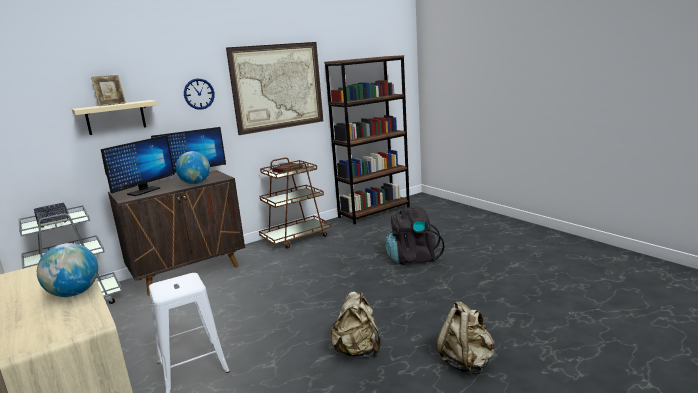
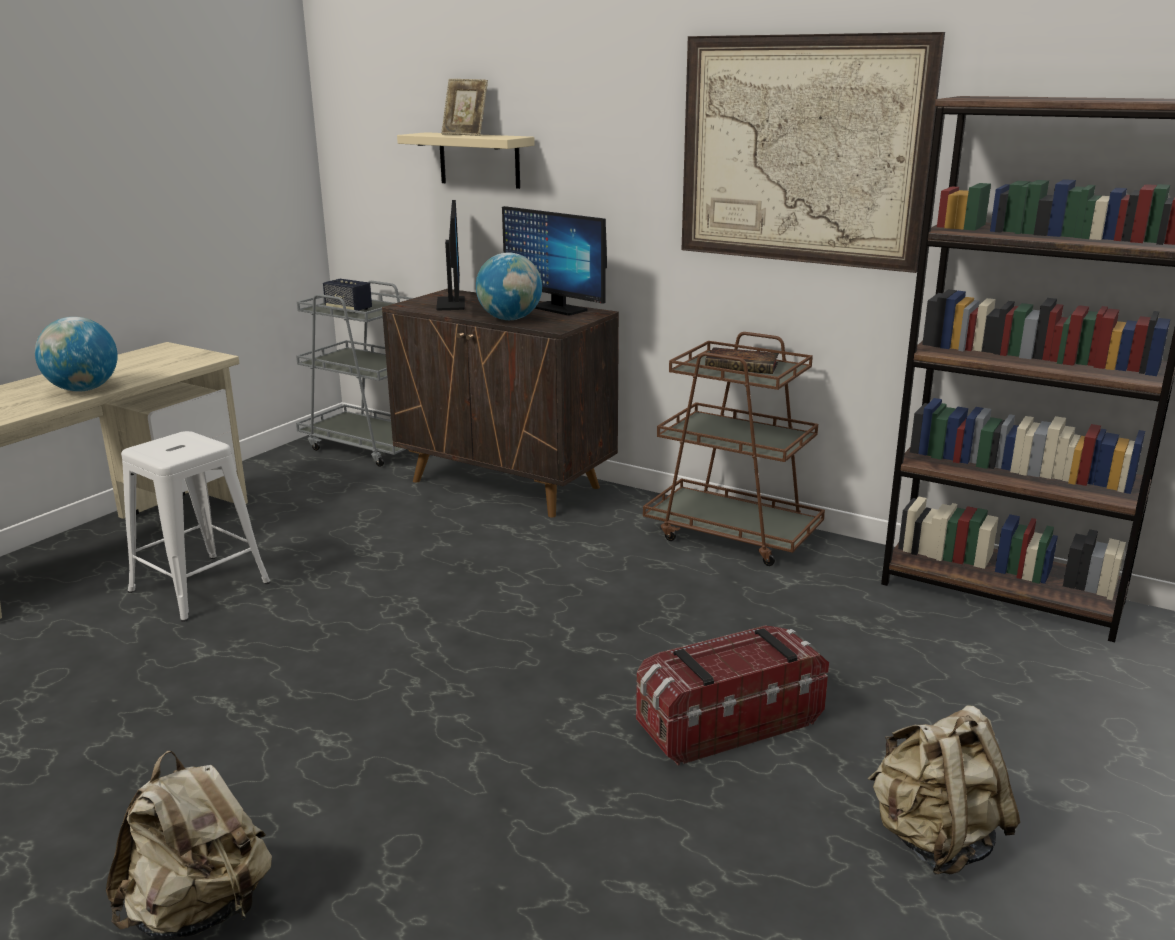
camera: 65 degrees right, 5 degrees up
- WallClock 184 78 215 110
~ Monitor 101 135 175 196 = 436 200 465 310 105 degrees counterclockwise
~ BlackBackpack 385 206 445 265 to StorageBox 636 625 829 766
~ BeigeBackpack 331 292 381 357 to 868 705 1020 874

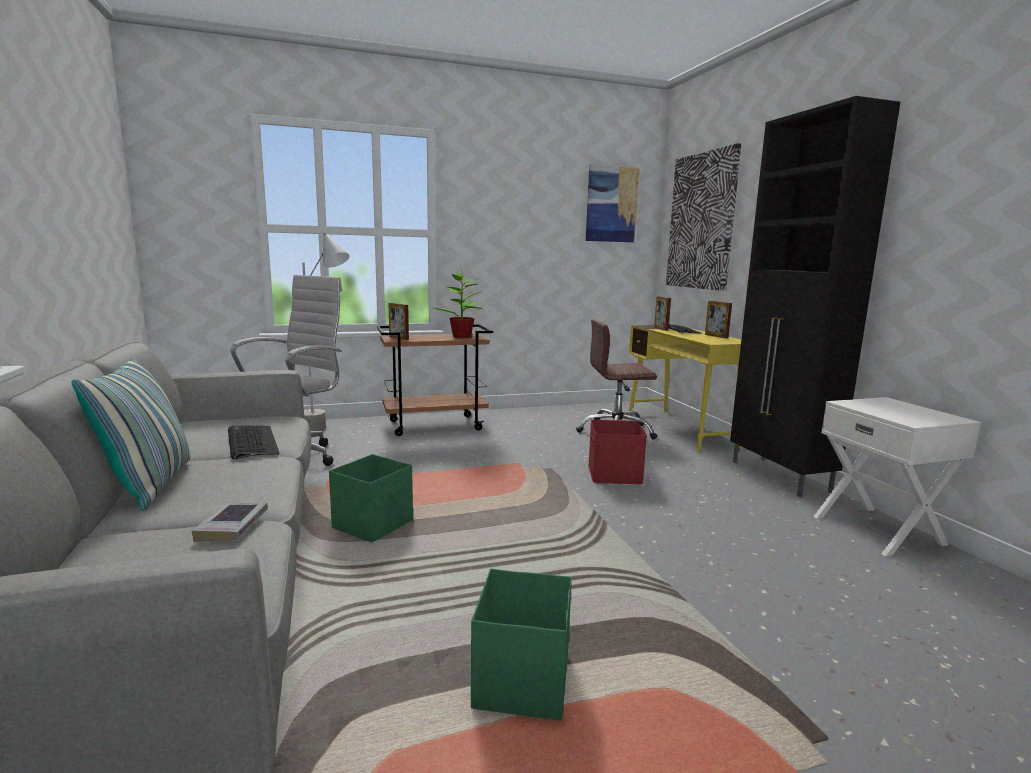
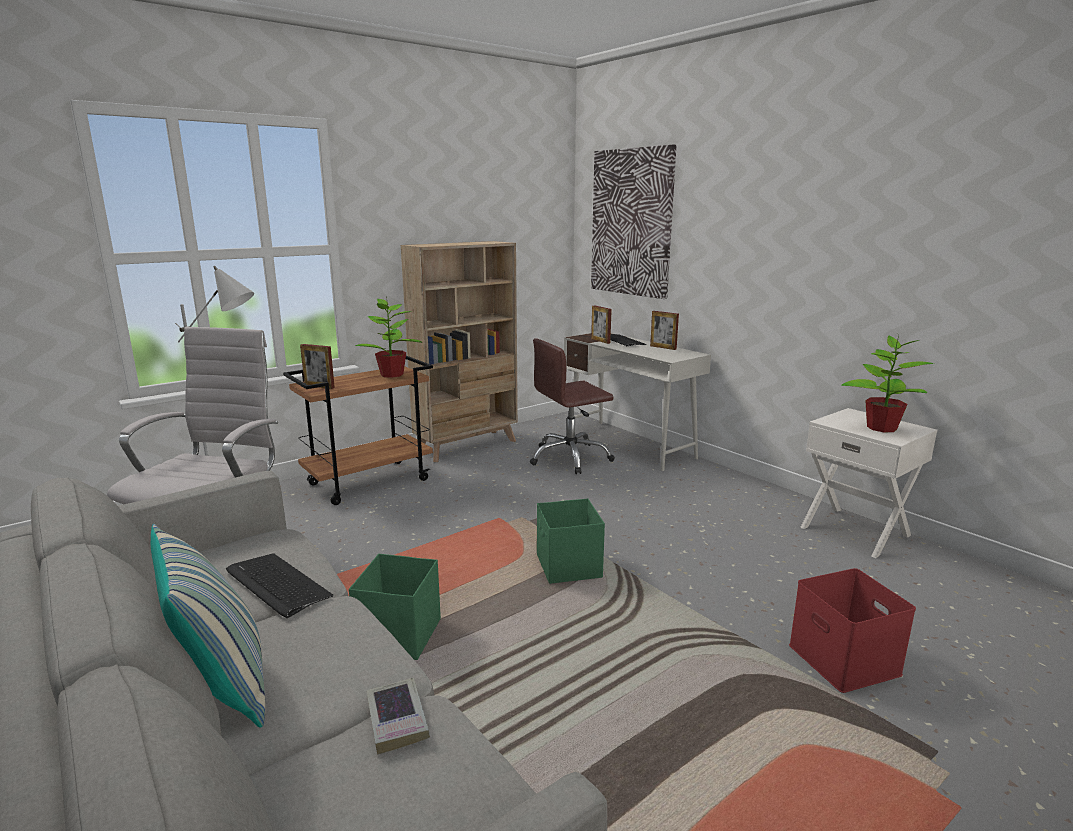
camera: 20 degrees left, 5 degrees up
- BlackCabinet 730 96 900 497
- Picture 586 164 640 242
~ YellowDesk 629 325 743 453 to WhiteDesk 564 333 711 471
~ RedStorageBox 588 420 647 485 to 789 568 916 693
~ GreenStorageBox 471 569 572 721 to 537 498 605 584
+ BeigeBookcase 401 241 518 462
+ PottedPlant 842 336 934 432

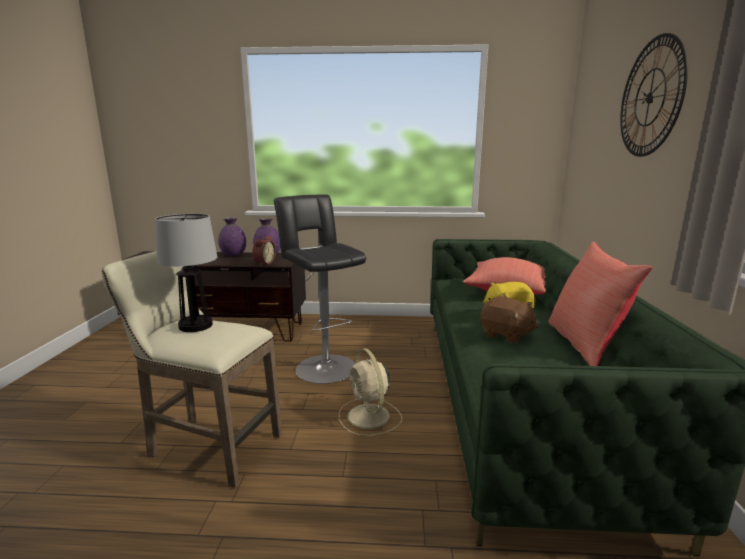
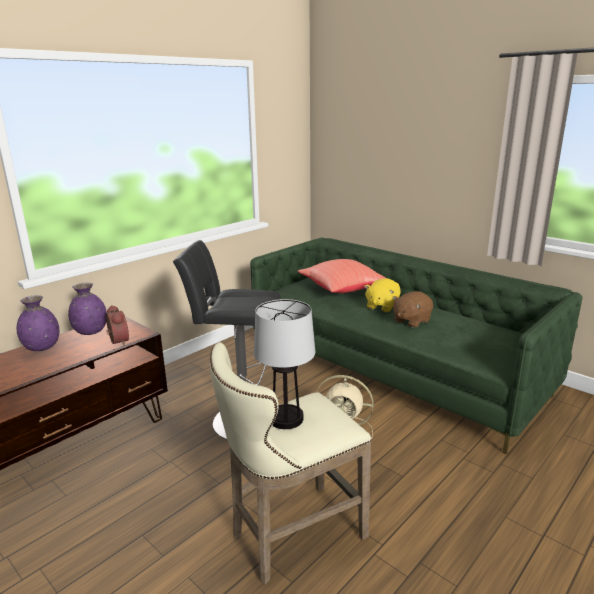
camera: 50 degrees left, 5 degrees up
- WallClock 620 33 688 157
- RedPillow 548 242 652 366
~ BrownPlushToy 480 296 539 344 = 393 291 433 328 150 degrees clockwise

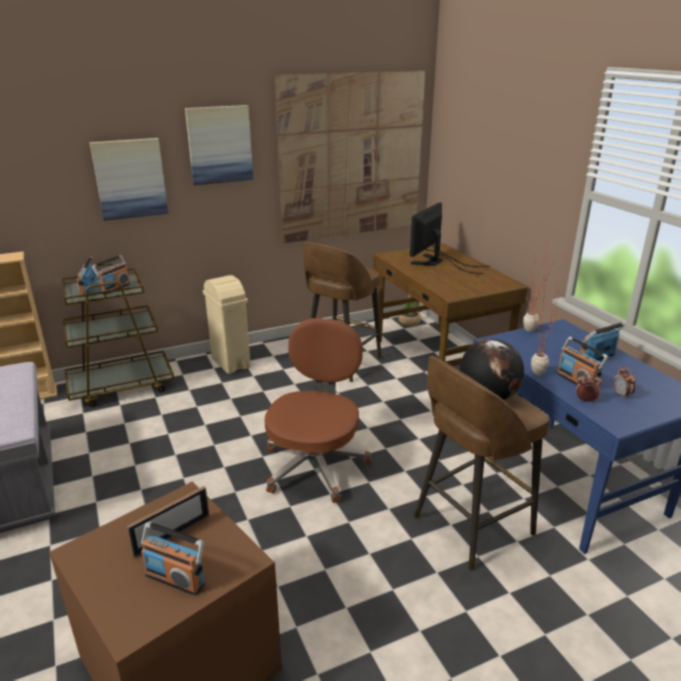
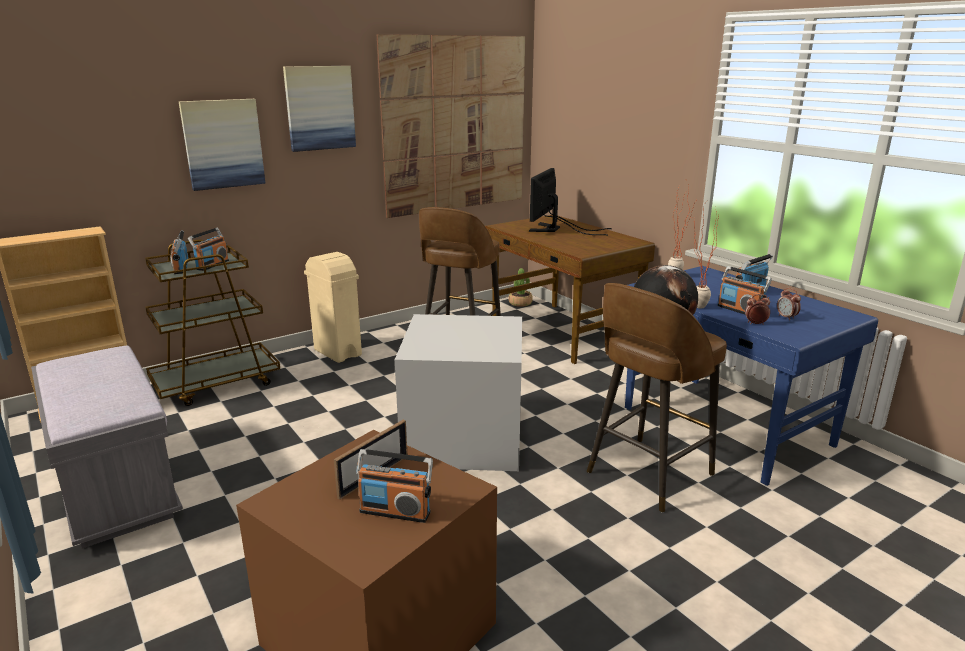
camera: 10 degrees left, 5 degrees down
~ BrownOfficeChair 265 318 372 503 to GreyStorageBox 395 314 522 471

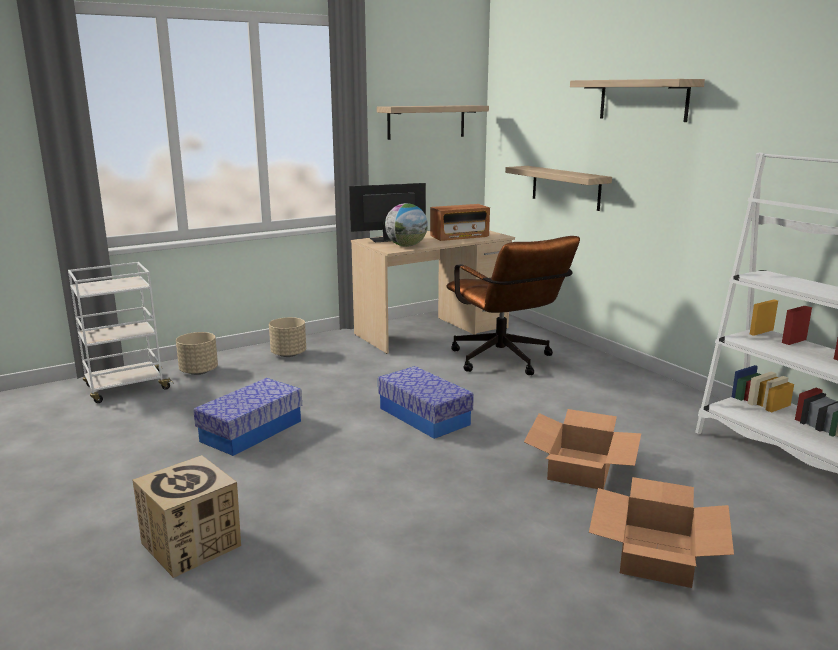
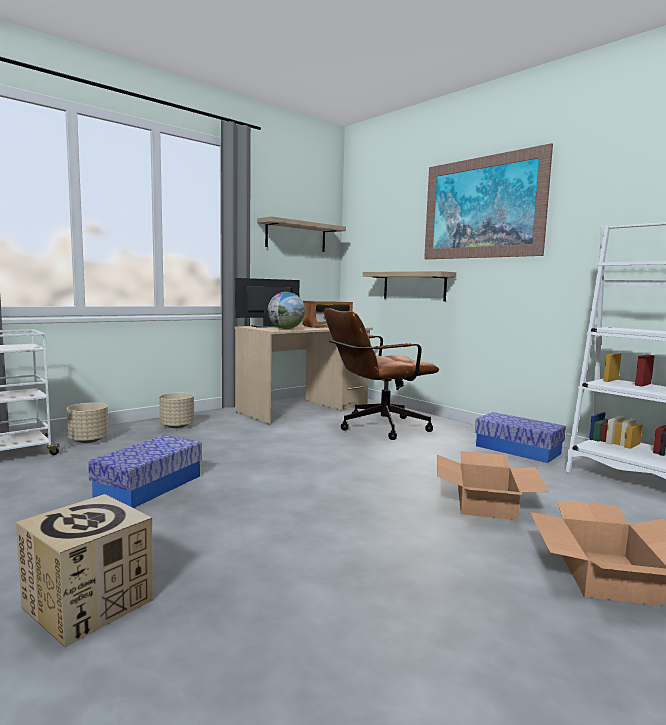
camera: 10 degrees left, 10 degrees down
~ Shelf 570 79 705 122 to Picture 424 143 553 259
~ BrownOfficeChair 446 236 580 375 = 324 308 439 440 105 degrees clockwise
~ StorageBox 378 366 474 439 to 475 412 566 463

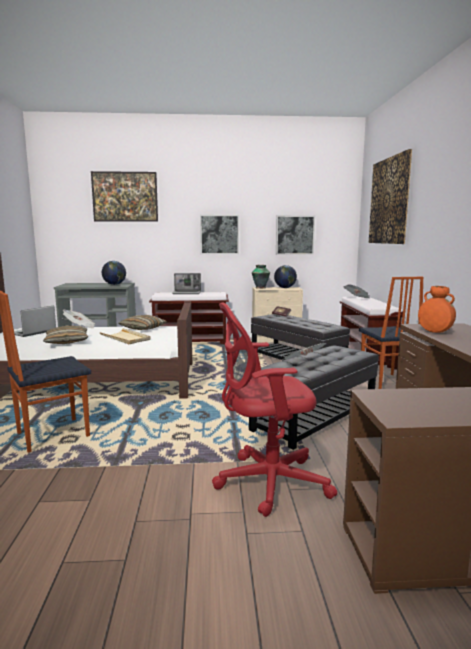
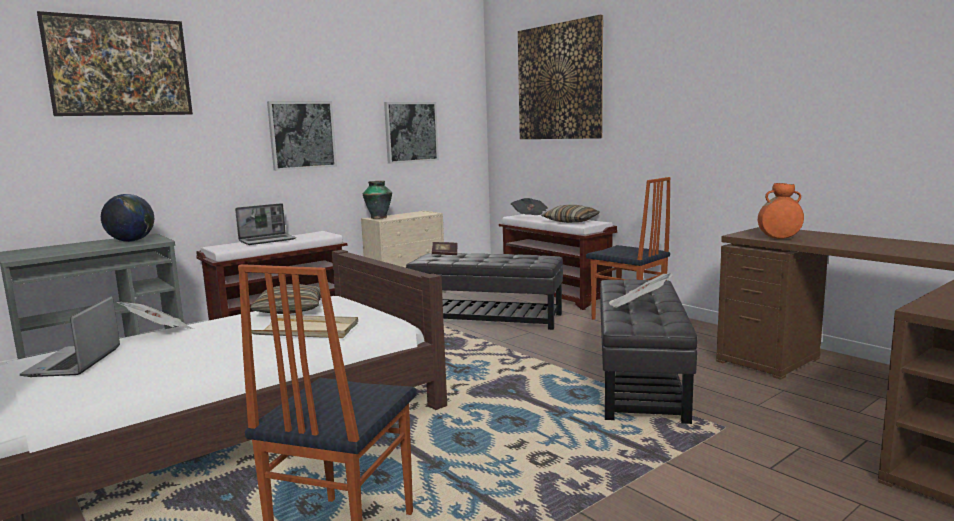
camera: 35 degrees left, 0 degrees up
- Globe 274 265 297 288
- RedOfficeChair 212 302 337 517
~ Pillow 43 325 88 344 to 541 205 600 223

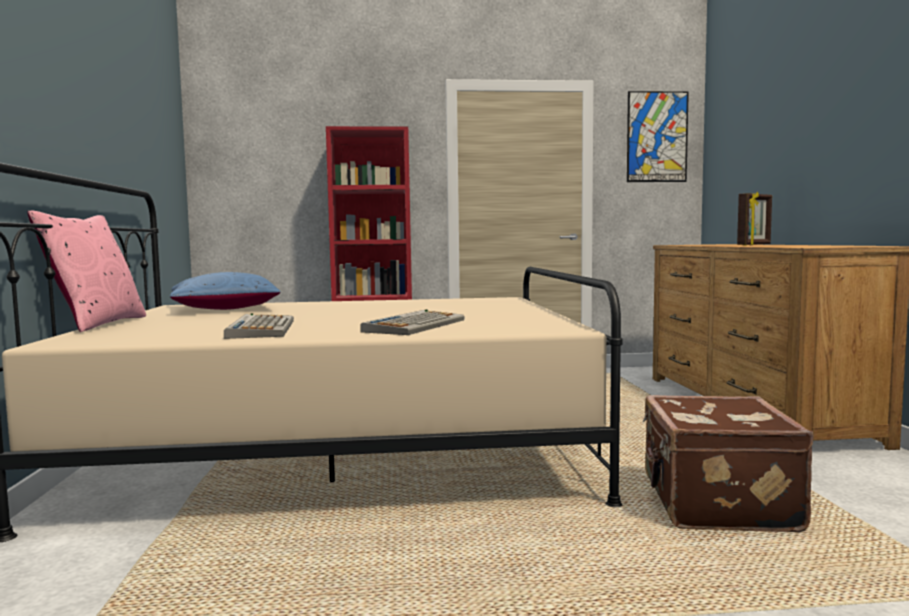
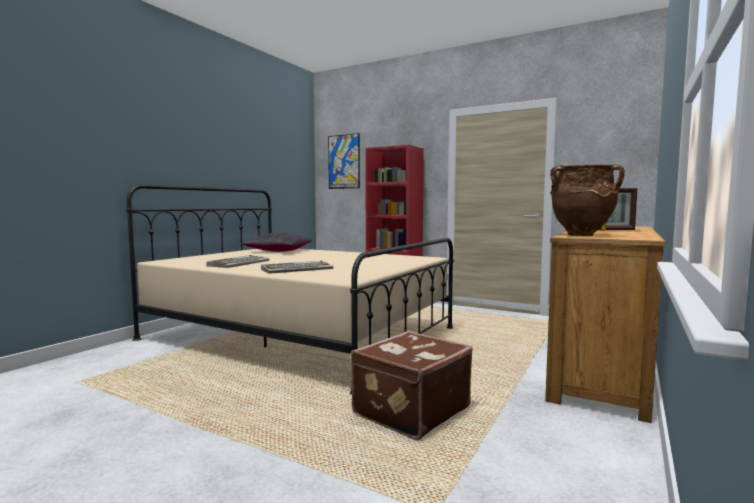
camera: 35 degrees right, 0 degrees up
~ Picture 627 91 689 182 to 328 133 360 189
- PinkPillow 27 211 146 332
~ BluePillow 170 272 281 310 to BlackPillow 242 232 312 252
+ BrownVase 550 164 625 236

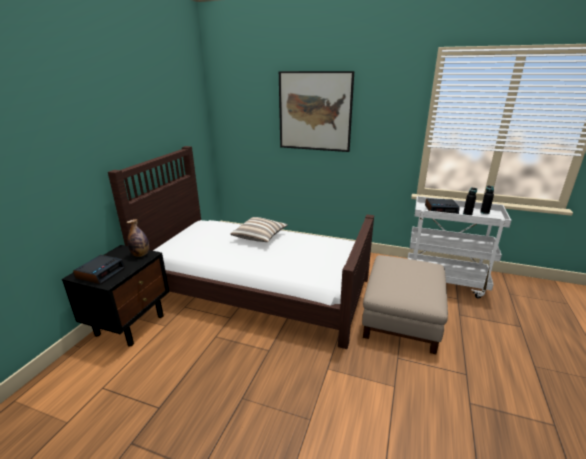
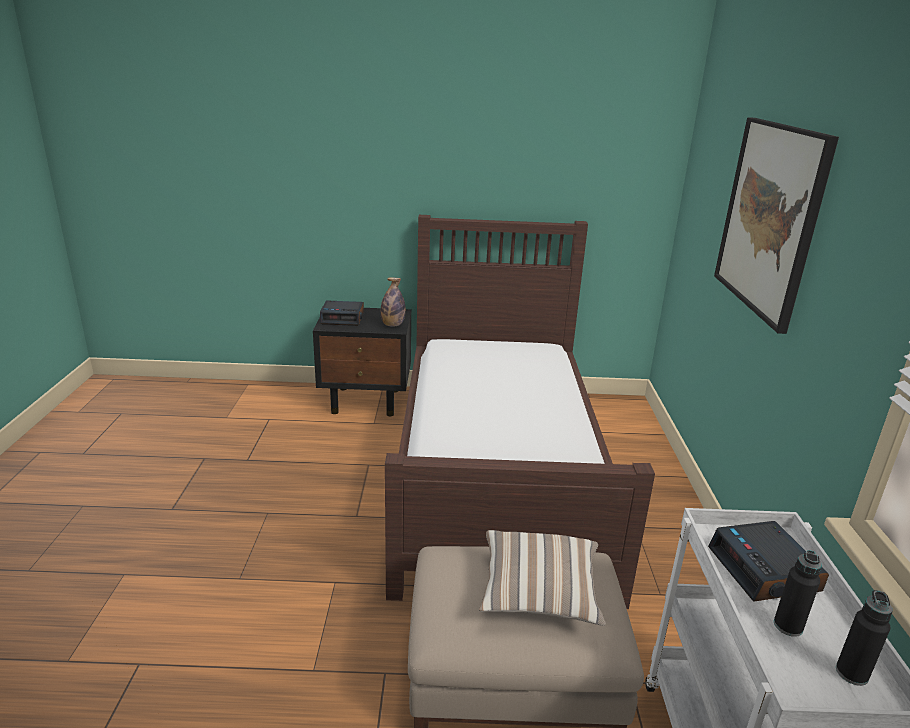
camera: 70 degrees right, 0 degrees up
~ Pillow 231 217 288 242 to 479 530 606 626

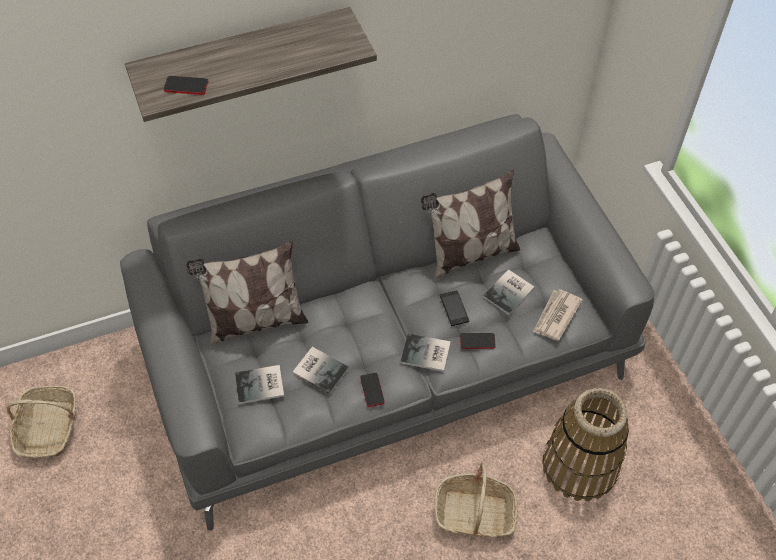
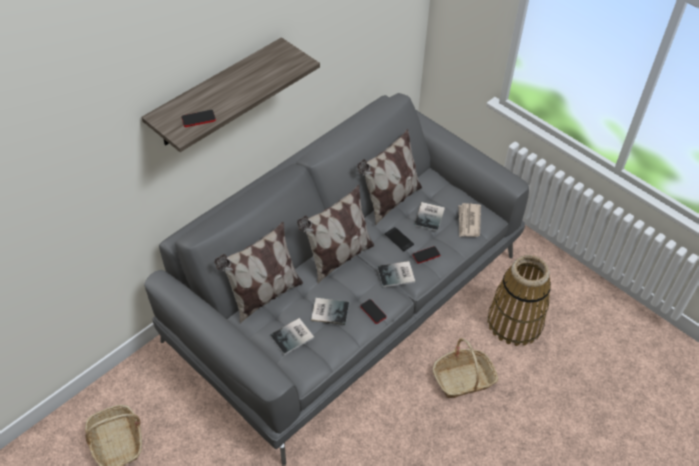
camera: 25 degrees left, 5 degrees down
+ Pillow 297 185 374 284

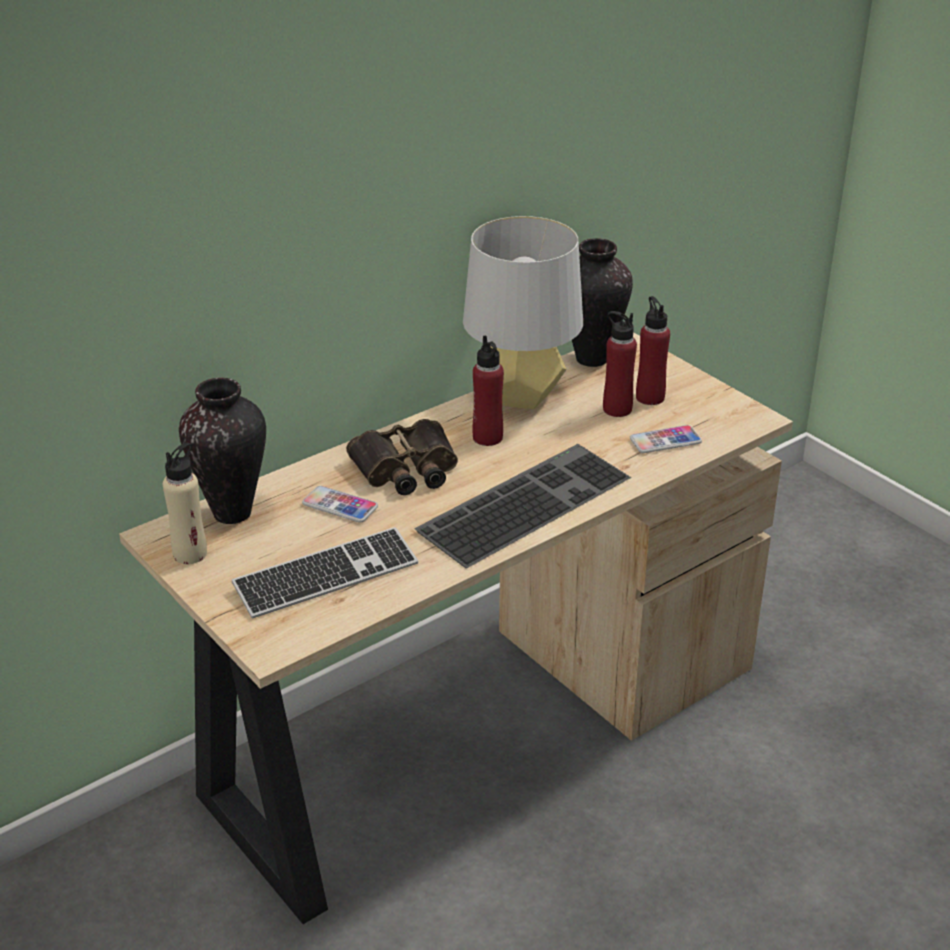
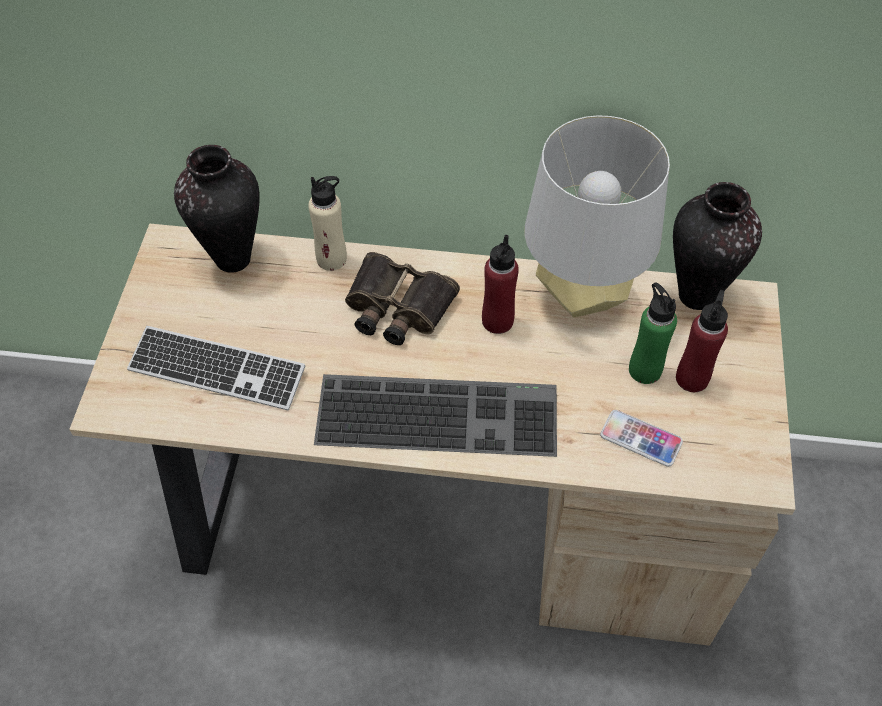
camera: 45 degrees right, 20 degrees up
~ RedBottle 603 311 637 417 to GreenBottle 629 282 677 384
~ BeigeBottle 163 443 207 564 to 308 176 347 271
- Phone 302 486 378 523

